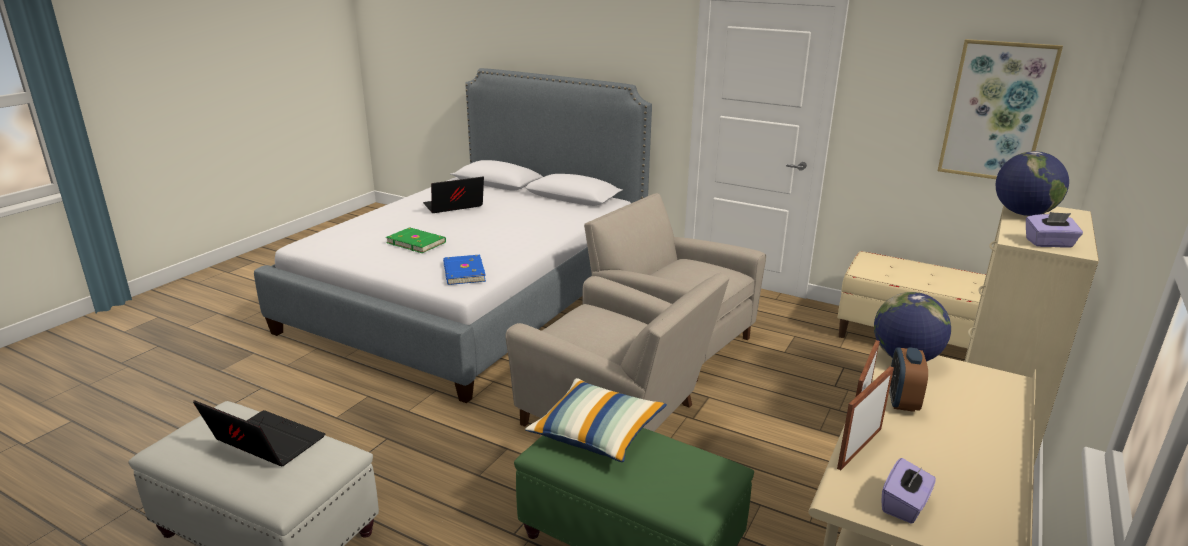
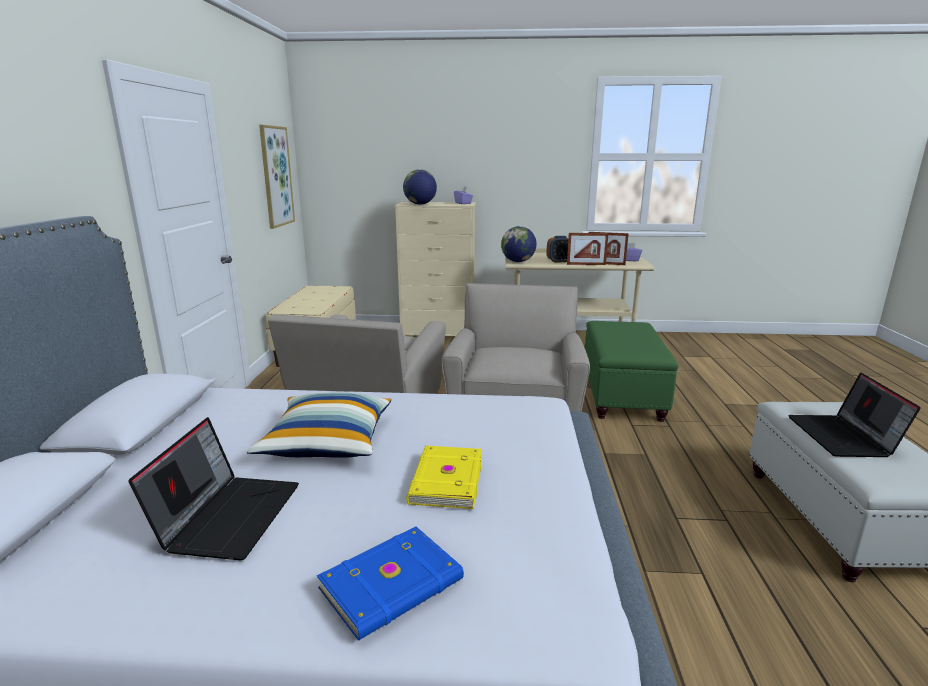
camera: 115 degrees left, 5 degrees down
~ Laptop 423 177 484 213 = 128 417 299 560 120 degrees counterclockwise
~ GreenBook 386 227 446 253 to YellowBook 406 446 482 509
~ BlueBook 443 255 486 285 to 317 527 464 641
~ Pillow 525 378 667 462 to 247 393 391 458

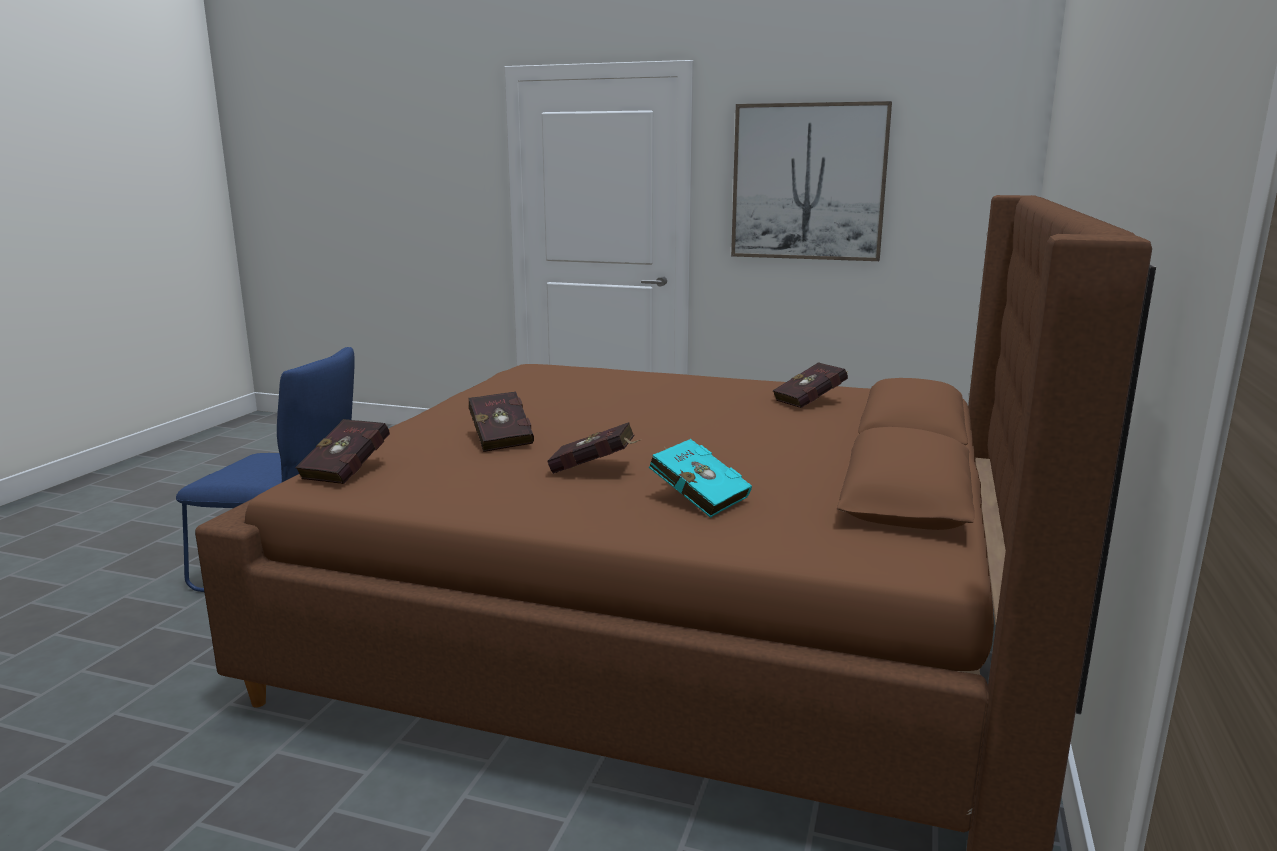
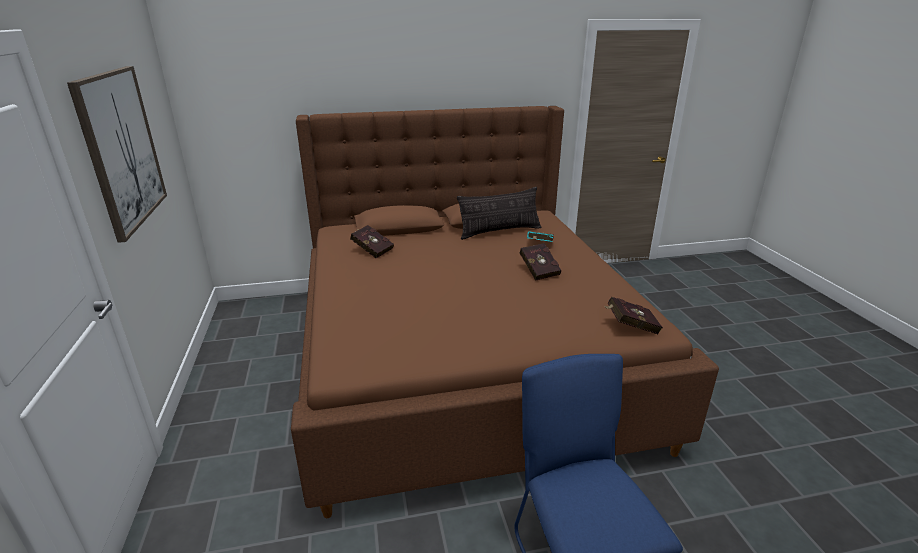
camera: 120 degrees left, 10 degrees up
- RedBook 468 391 534 452
+ Pillow 457 187 541 240

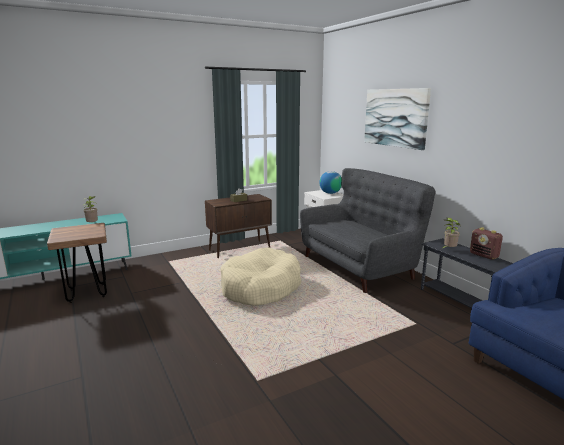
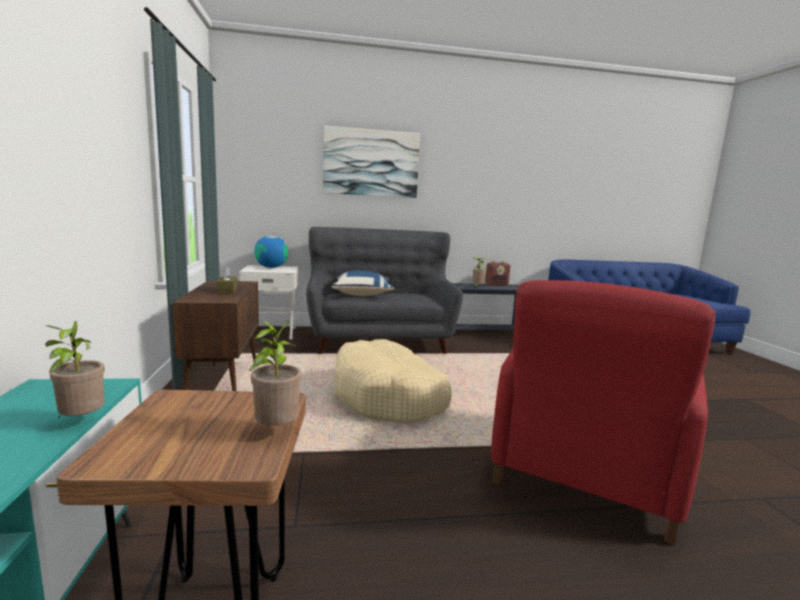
camera: 70 degrees left, 5 degrees down
+ BluePillow 331 270 394 296
+ RedArmchair 491 280 716 545
+ PottedPlant 249 321 302 426

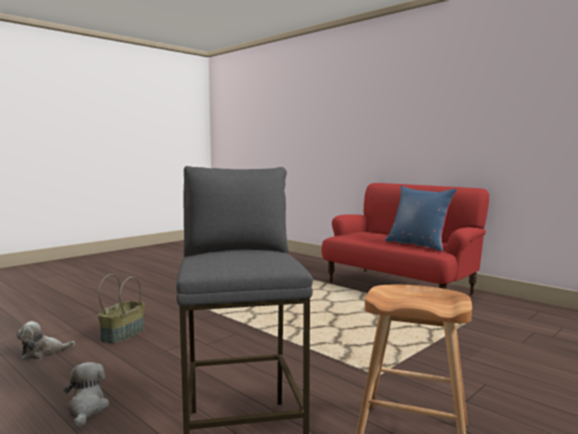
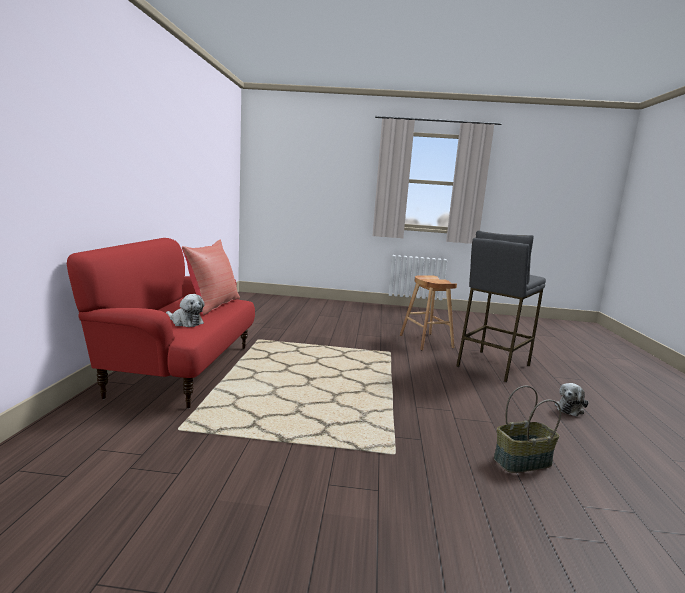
camera: 130 degrees left, 5 degrees up
~ BluePillow 385 186 457 252 to RedPillow 182 240 240 315
~ PlushToy 17 321 75 360 to 166 294 205 327

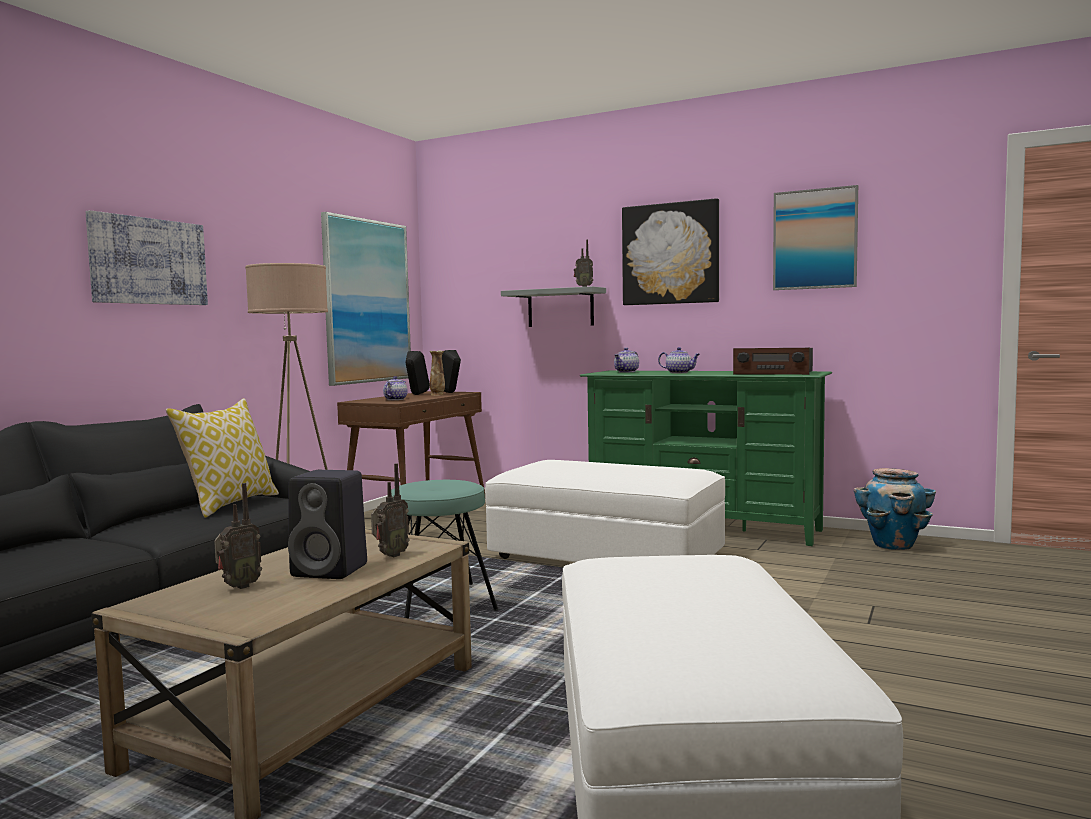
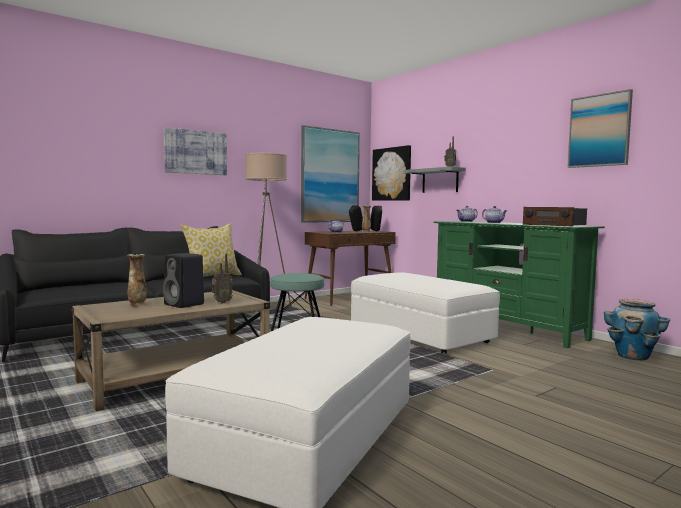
camera: 25 degrees right, 0 degrees up
~ Picture 622 198 719 305 to 372 145 411 201
~ Radio 214 483 262 589 to Vase 127 254 147 307

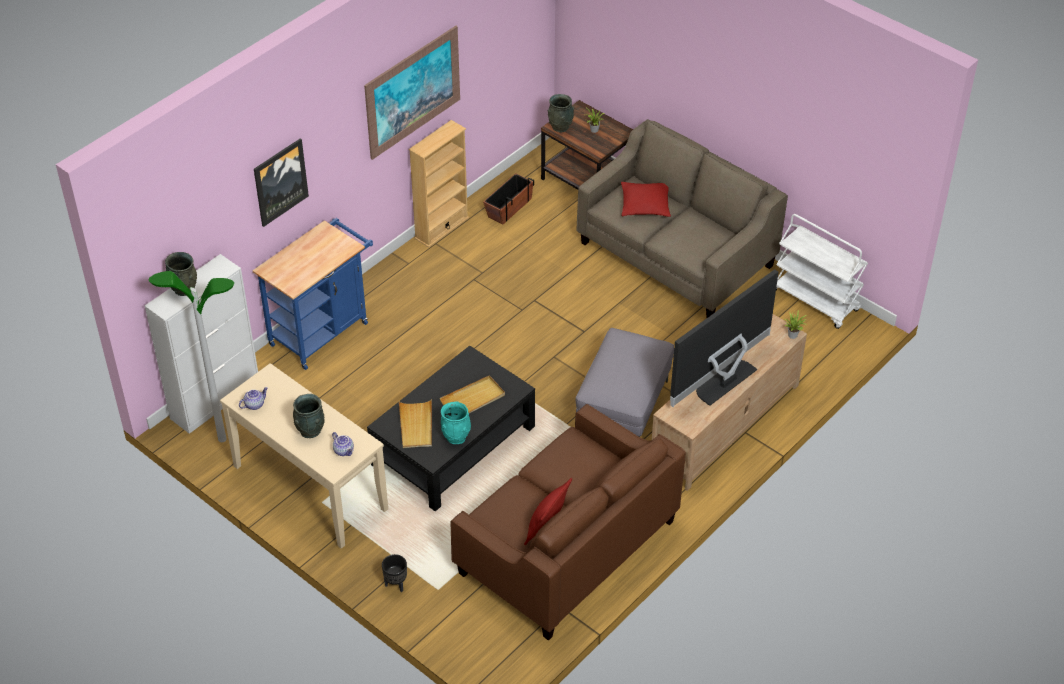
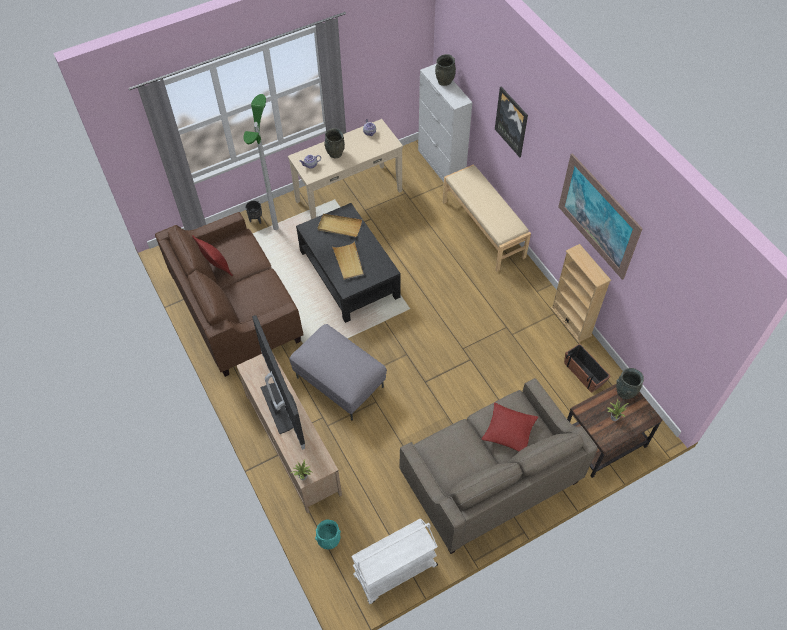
camera: 110 degrees right, 10 degrees up
~ BlueCart 252 218 373 370 to BeigeBench 443 164 531 271
~ FloorLamp 149 271 234 442 to 243 94 279 230
~ TurquoiseVase 441 402 471 444 to 315 520 341 550

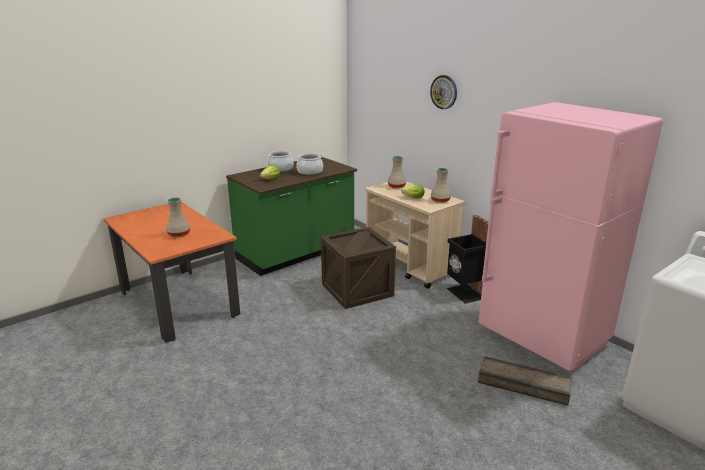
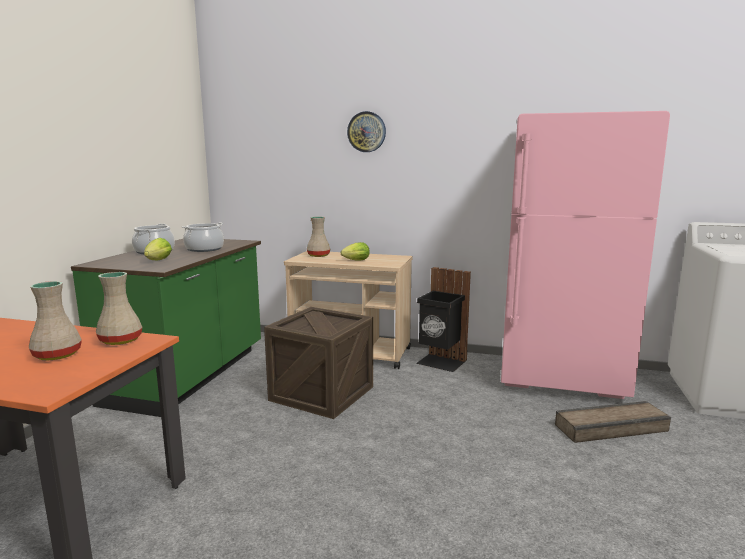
camera: 35 degrees left, 10 degrees down
~ BeigeVase 431 168 451 203 to 96 272 142 345

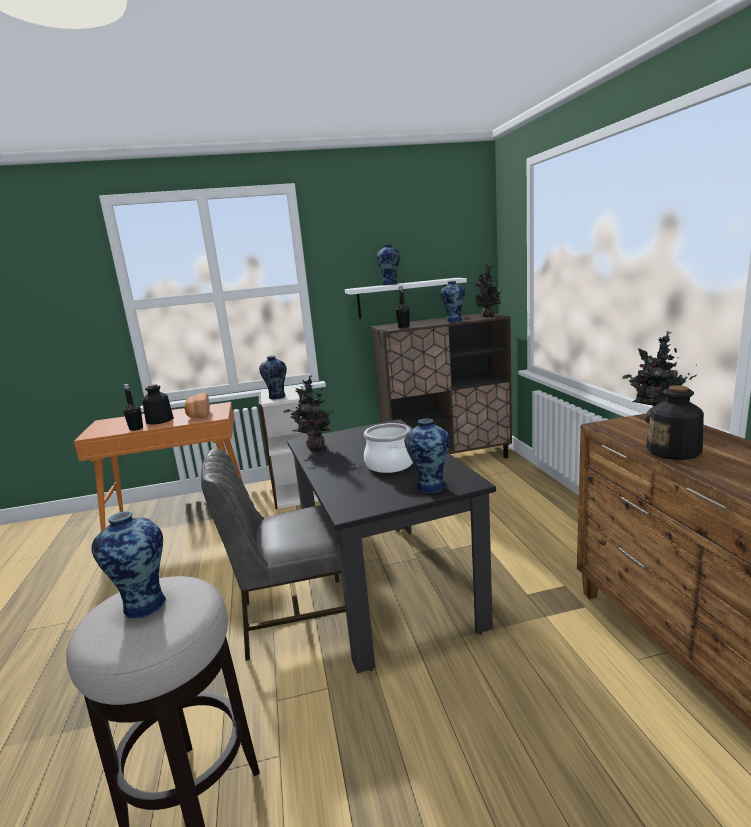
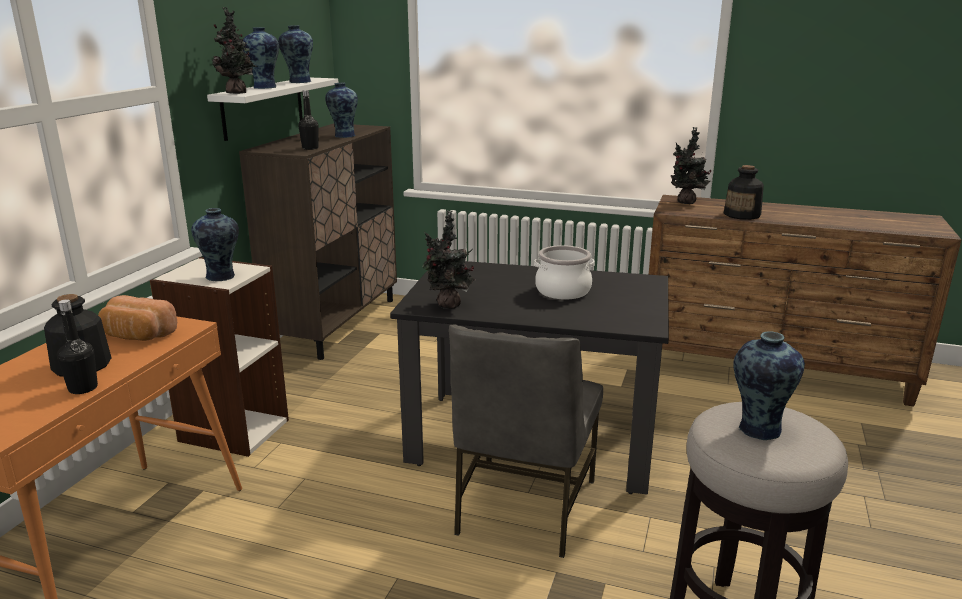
camera: 60 degrees left, 5 degrees up
~ PottedPlant 475 264 502 317 to 212 7 258 94
~ Vase 405 419 450 493 to 278 25 313 83

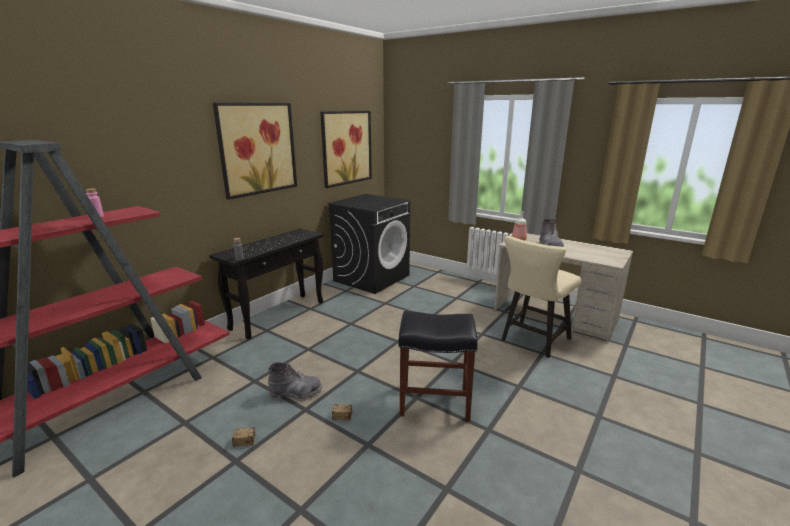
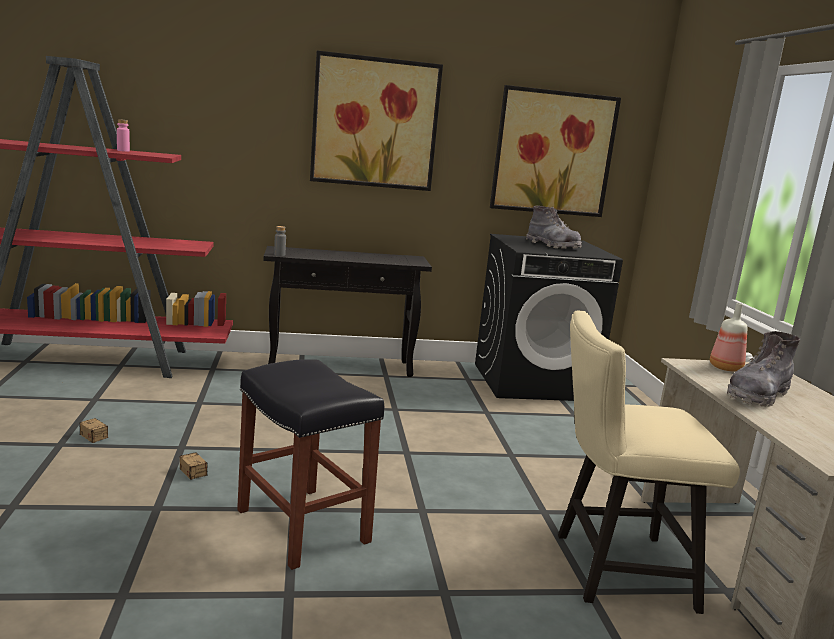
camera: 45 degrees right, 5 degrees down
~ GreyBoot 268 362 322 400 to 526 206 582 249

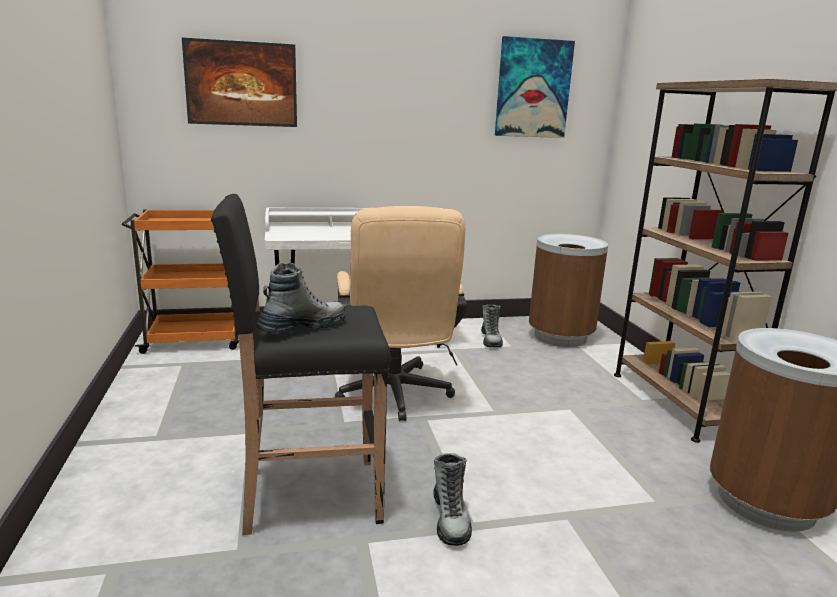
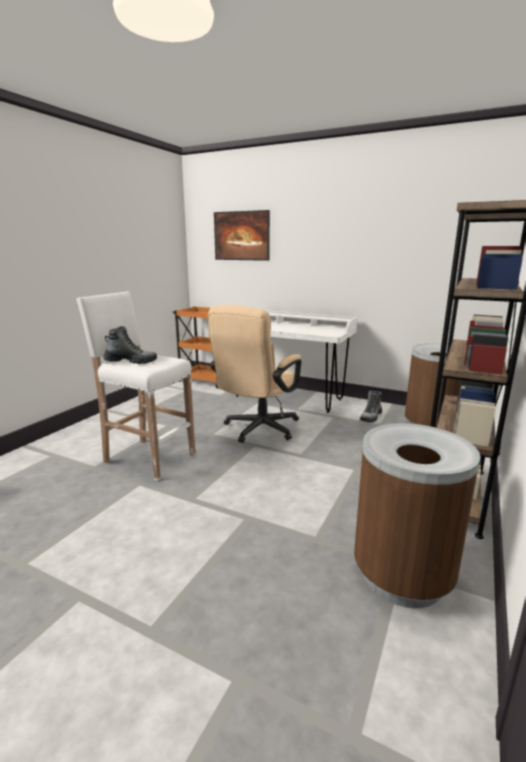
camera: 40 degrees right, 0 degrees up
- Picture 495 36 575 138
~ BlackStool 211 194 391 535 to WhiteStool 77 291 195 481
- Boot 433 453 472 546

